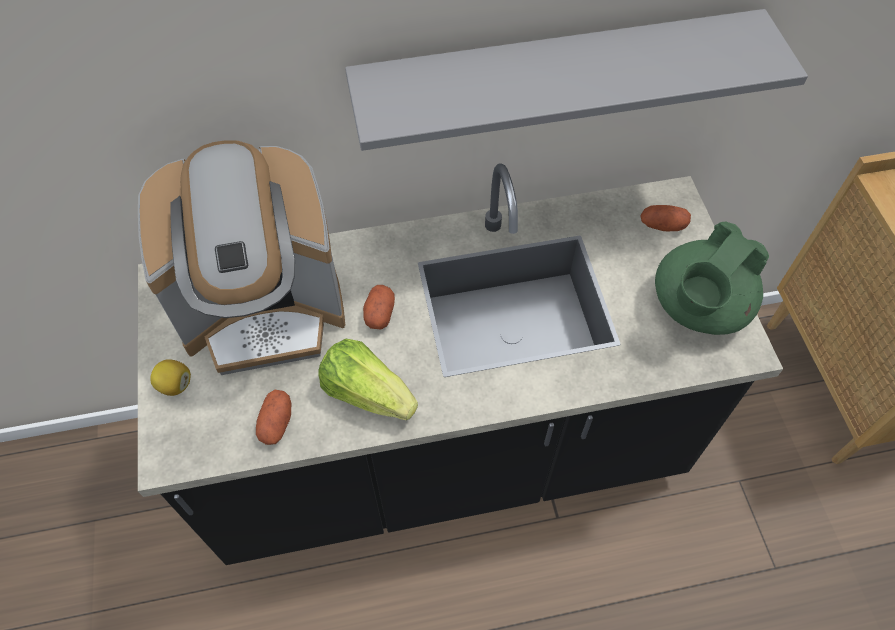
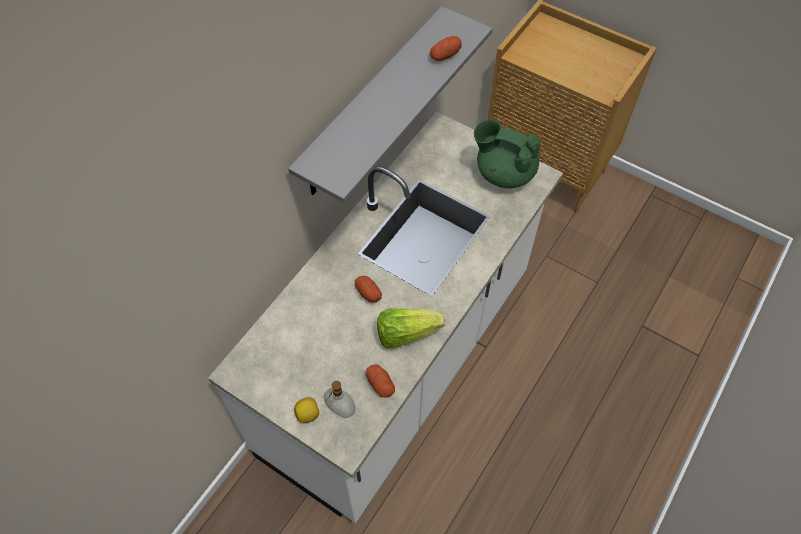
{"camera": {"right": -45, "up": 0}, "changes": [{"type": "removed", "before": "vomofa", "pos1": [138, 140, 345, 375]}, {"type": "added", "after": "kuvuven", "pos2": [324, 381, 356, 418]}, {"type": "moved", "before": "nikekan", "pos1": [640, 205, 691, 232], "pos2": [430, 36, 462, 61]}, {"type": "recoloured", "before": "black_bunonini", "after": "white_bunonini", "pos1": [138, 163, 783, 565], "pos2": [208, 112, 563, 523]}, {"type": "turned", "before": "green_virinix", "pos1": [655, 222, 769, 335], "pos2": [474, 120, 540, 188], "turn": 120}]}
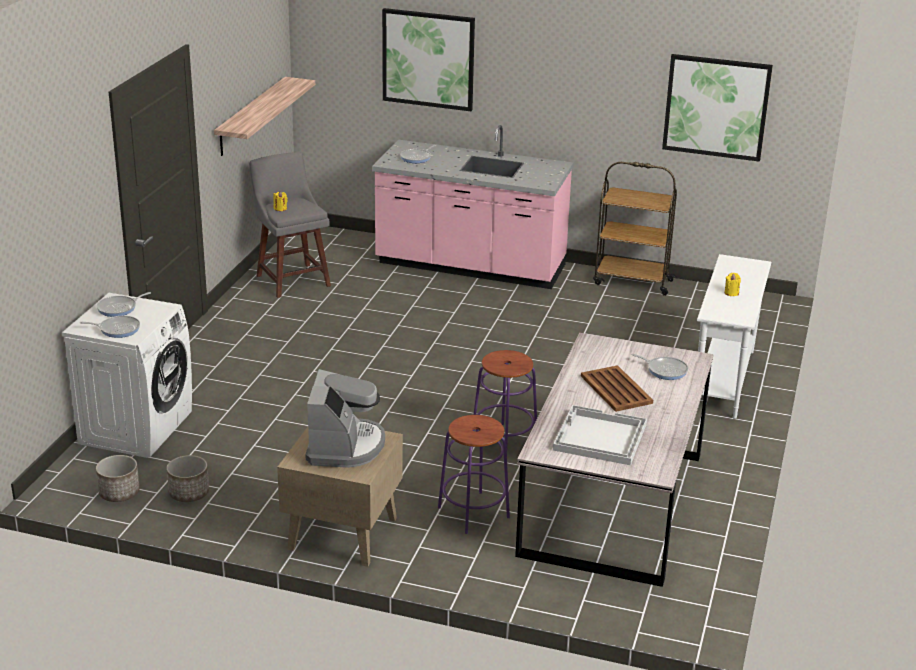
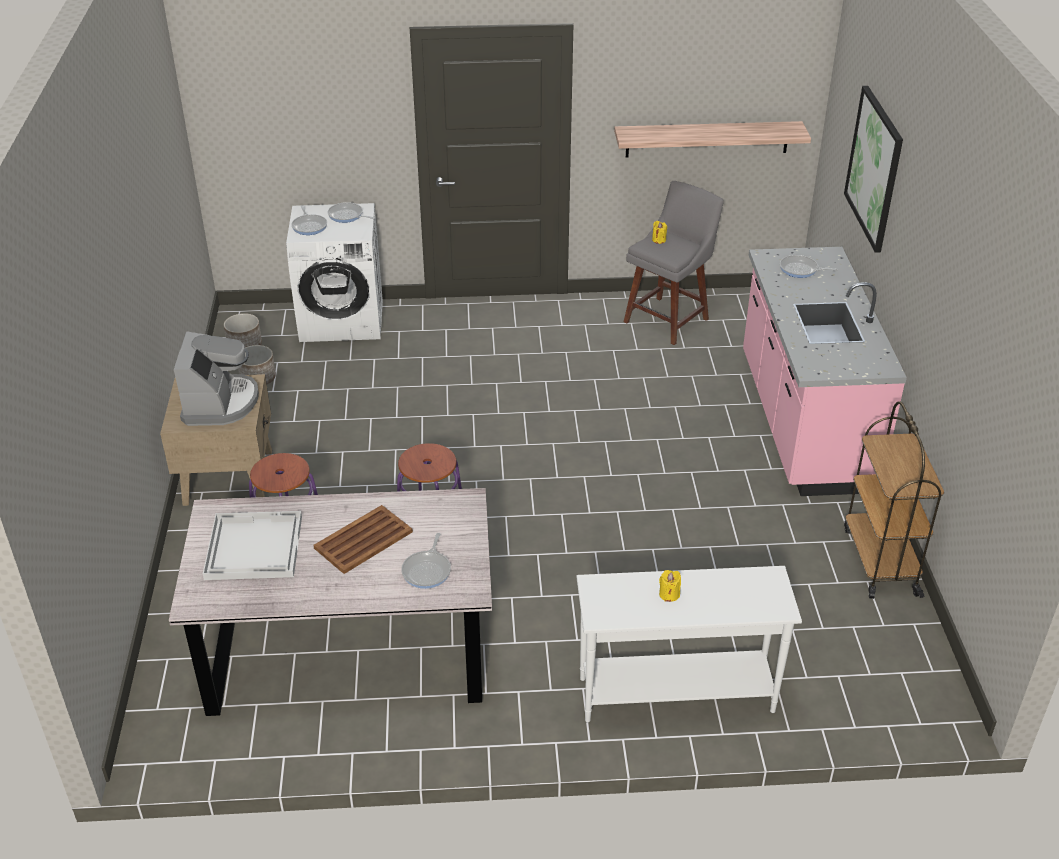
{"camera": {"right": 70, "up": 10}, "changes": [{"type": "removed", "before": "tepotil", "pos1": [662, 54, 773, 162]}, {"type": "turned", "before": "vomofa", "pos1": [305, 369, 385, 468], "pos2": [174, 331, 259, 426], "turn": -75}]}
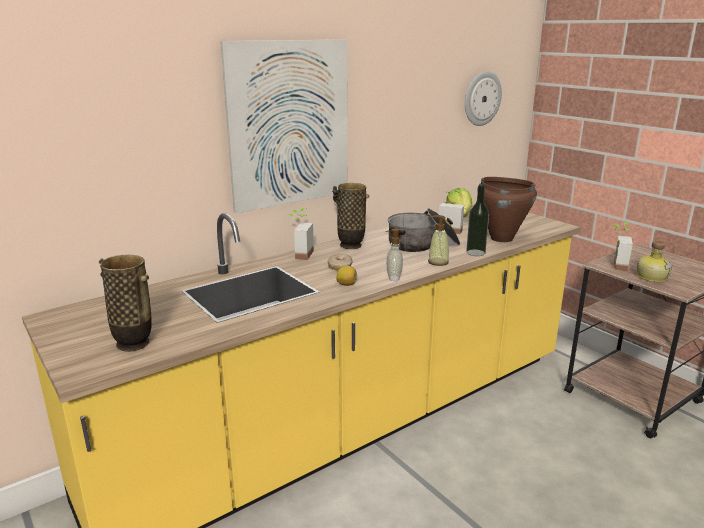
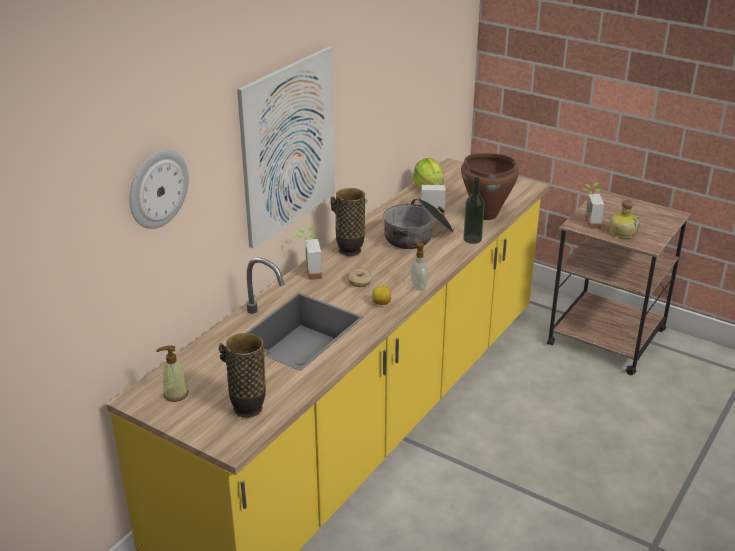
{"camera": {"right": -20, "up": 10}, "changes": [{"type": "moved", "before": "kuvuven", "pos1": [428, 215, 449, 266], "pos2": [156, 346, 189, 402]}, {"type": "moved", "before": "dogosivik", "pos1": [465, 71, 502, 126], "pos2": [129, 149, 189, 229]}]}
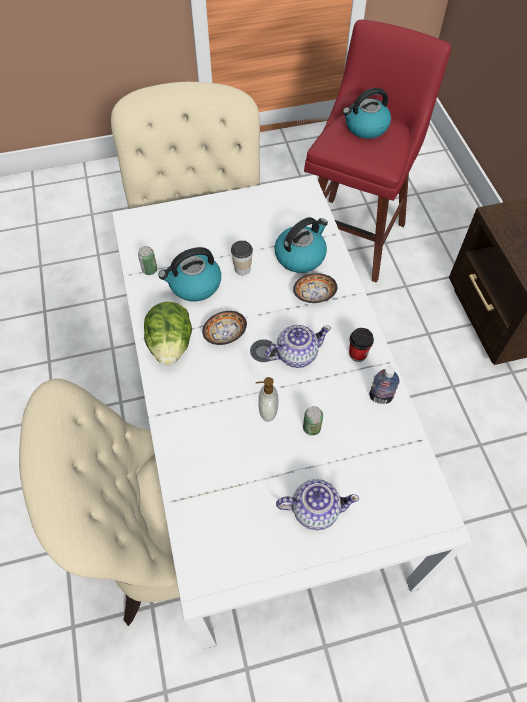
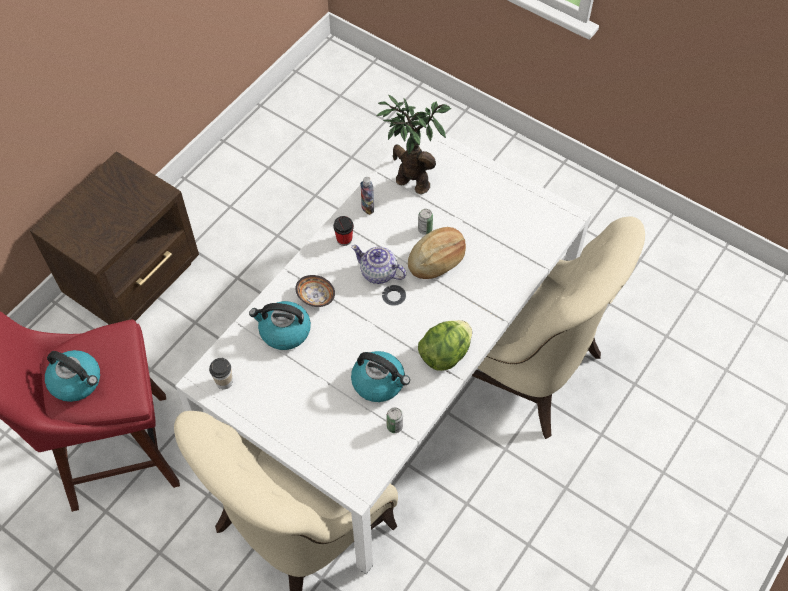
{"camera": {"right": -130, "up": 0}, "changes": [{"type": "removed", "before": "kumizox", "pos1": [202, 311, 247, 345]}, {"type": "removed", "before": "virinix", "pos1": [276, 479, 359, 530]}, {"type": "added", "after": "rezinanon", "pos2": [377, 95, 451, 194]}, {"type": "moved", "before": "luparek", "pos1": [231, 241, 253, 275], "pos2": [209, 358, 232, 389]}, {"type": "replaced", "before": "kuvuven", "after": "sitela", "pos1": [256, 377, 279, 422], "pos2": [408, 227, 466, 279]}]}
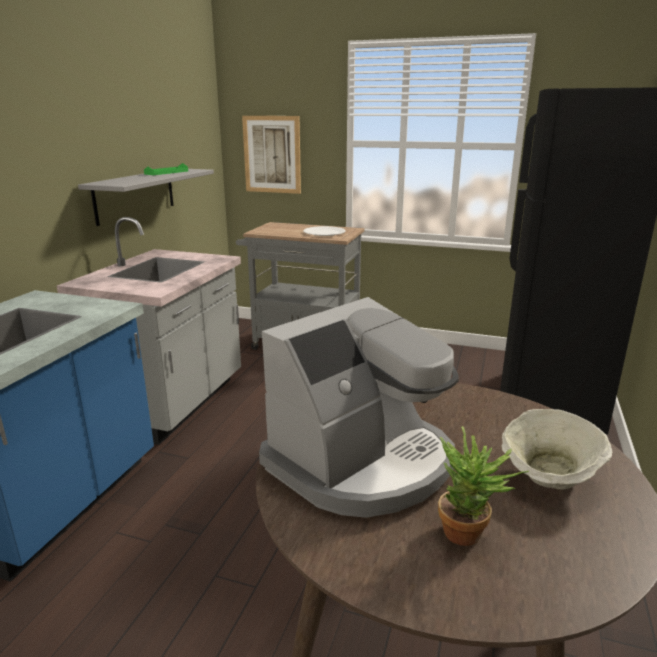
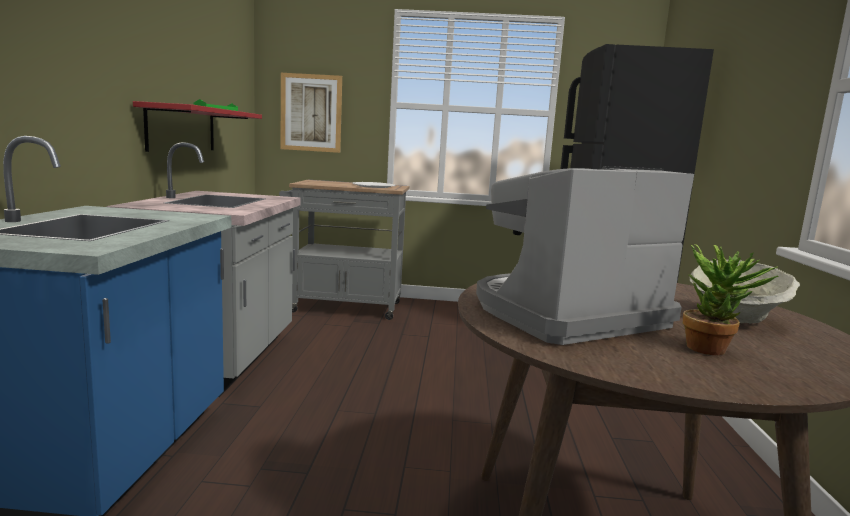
{"camera": {"right": -15, "up": -10}, "changes": [{"type": "recoloured", "before": "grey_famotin", "after": "red_famotin", "pos1": [78, 169, 214, 226], "pos2": [133, 101, 262, 152]}, {"type": "turned", "before": "vomofa", "pos1": [259, 297, 459, 518], "pos2": [476, 166, 694, 345], "turn": -150}]}
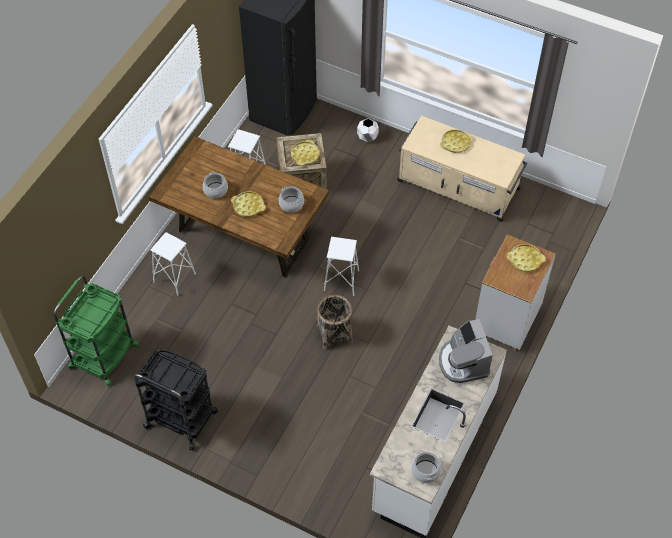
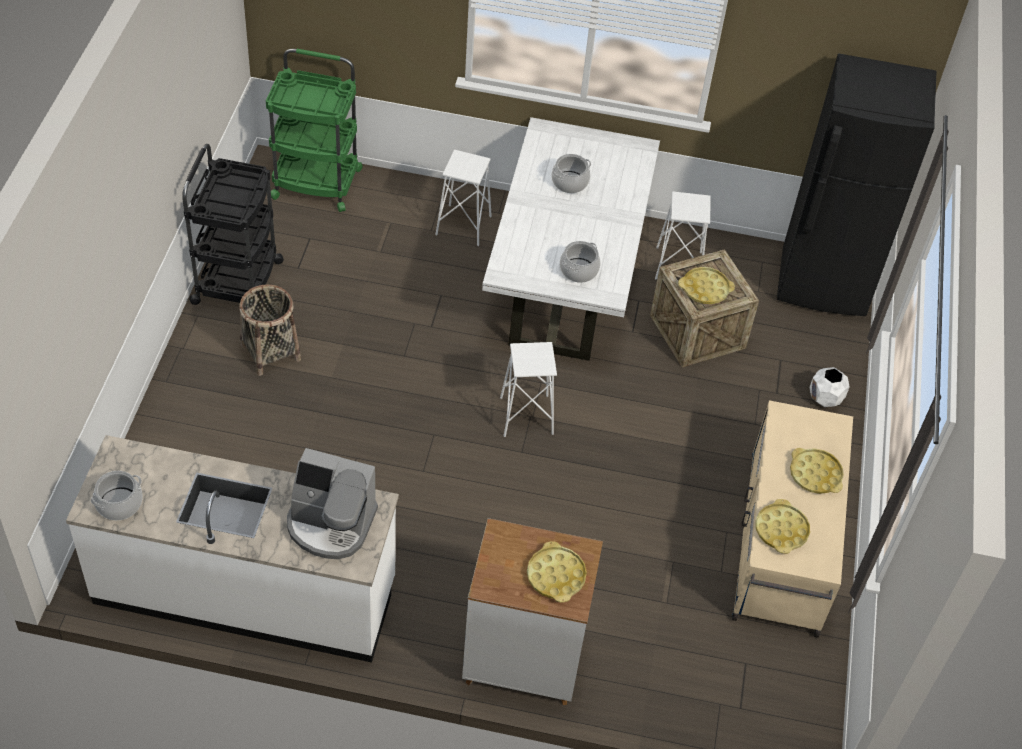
{"camera": {"right": 70, "up": -5}, "changes": [{"type": "moved", "before": "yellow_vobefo", "pos1": [231, 191, 266, 217], "pos2": [756, 499, 810, 554]}, {"type": "moved", "before": "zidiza", "pos1": [317, 295, 353, 349], "pos2": [240, 284, 301, 376]}, {"type": "recoloured", "before": "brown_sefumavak", "after": "white_sefumavak", "pos1": [149, 136, 329, 277], "pos2": [482, 117, 660, 361]}, {"type": "turned", "before": "vomofa", "pos1": [439, 319, 493, 383], "pos2": [287, 448, 378, 559], "turn": -135}]}
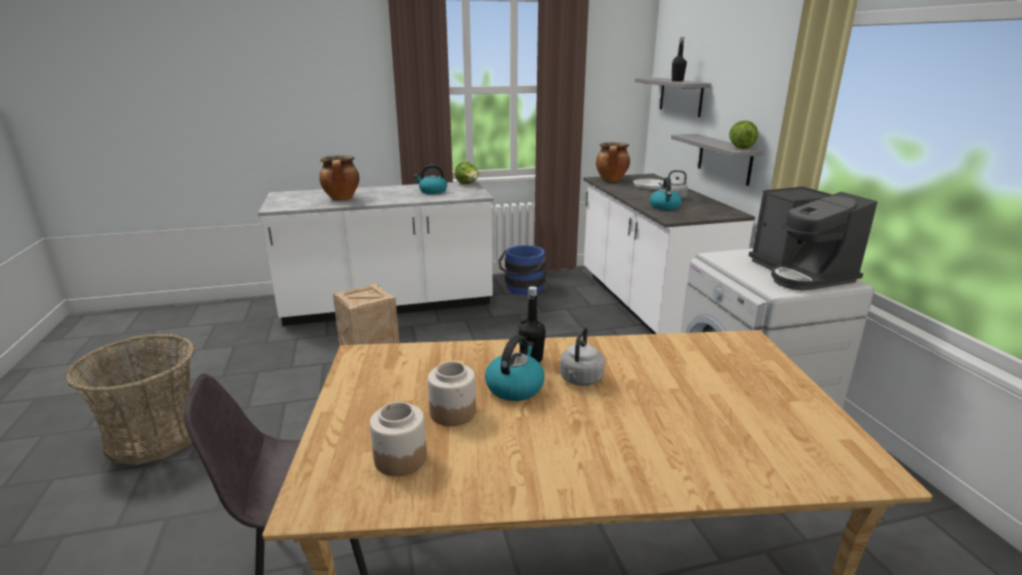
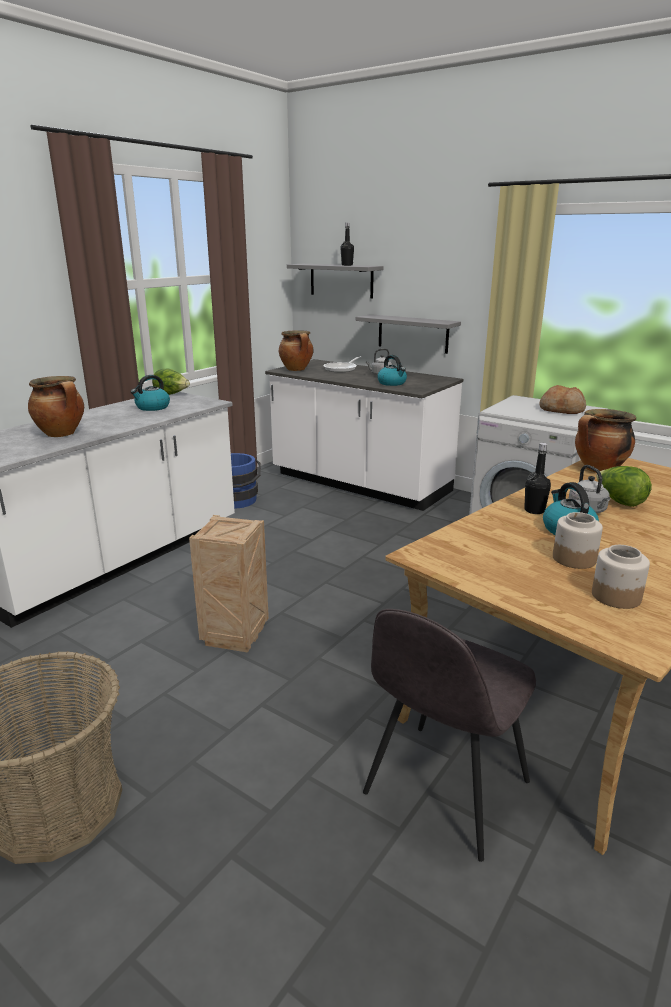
{"camera": {"right": -40, "up": 0}, "changes": [{"type": "added", "after": "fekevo", "pos2": [575, 409, 636, 473]}, {"type": "moved", "before": "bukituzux", "pos1": [729, 121, 758, 149], "pos2": [596, 466, 652, 507]}, {"type": "replaced", "before": "vomofa", "after": "sitela", "pos1": [749, 186, 877, 290], "pos2": [539, 385, 586, 414]}]}
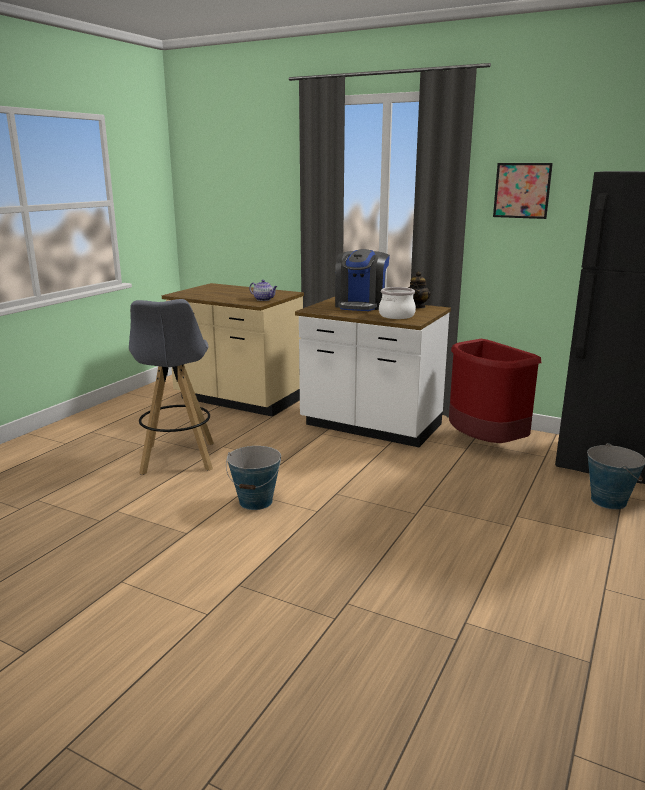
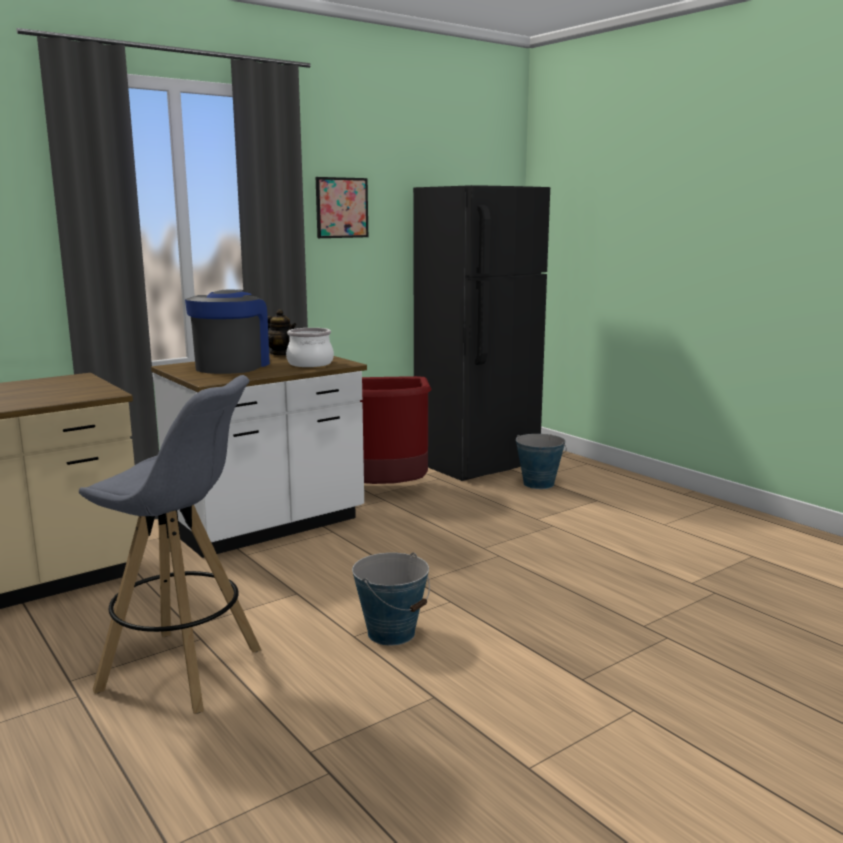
{"camera": {"right": -65, "up": -5}, "changes": [{"type": "removed", "before": "virinix", "pos1": [249, 280, 278, 301]}, {"type": "turned", "before": "vomofa", "pos1": [335, 249, 390, 311], "pos2": [185, 289, 270, 374], "turn": -120}]}
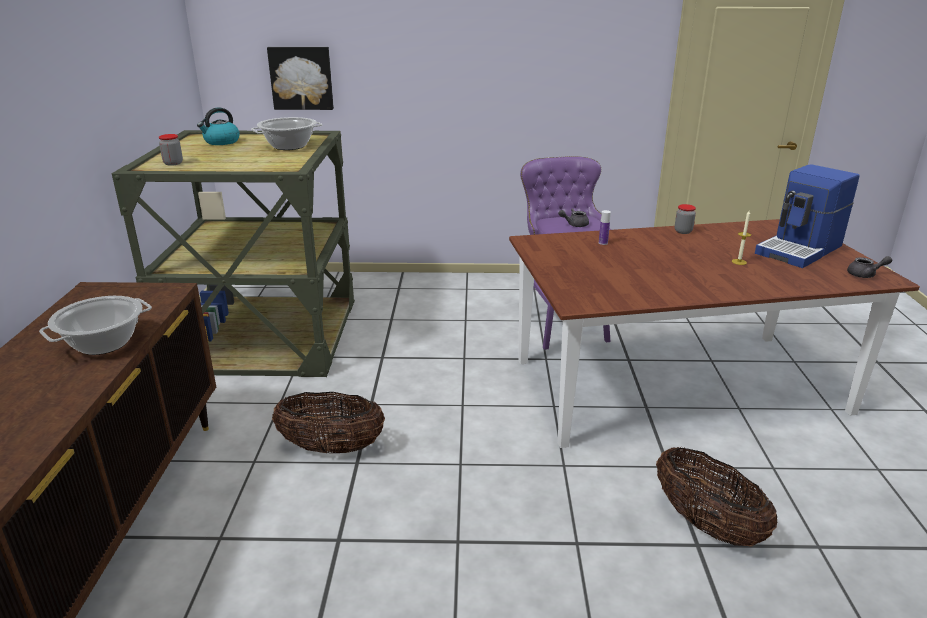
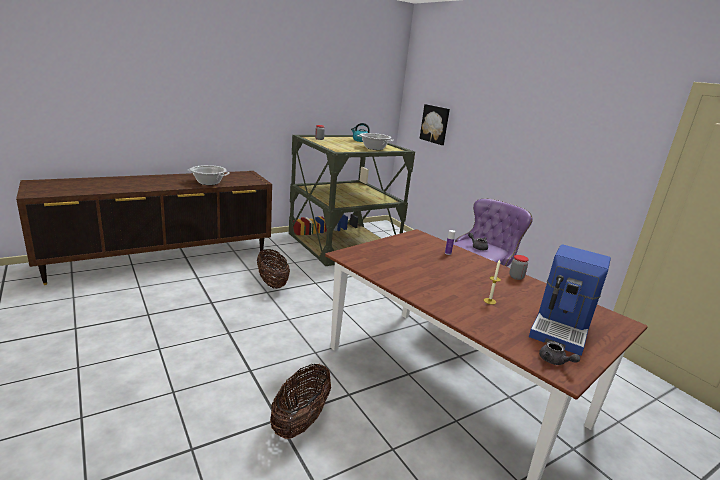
{"camera": {"right": 55, "up": -5}, "changes": [{"type": "turned", "before": "vomofa", "pos1": [755, 164, 860, 268], "pos2": [529, 244, 611, 356], "turn": -75}]}
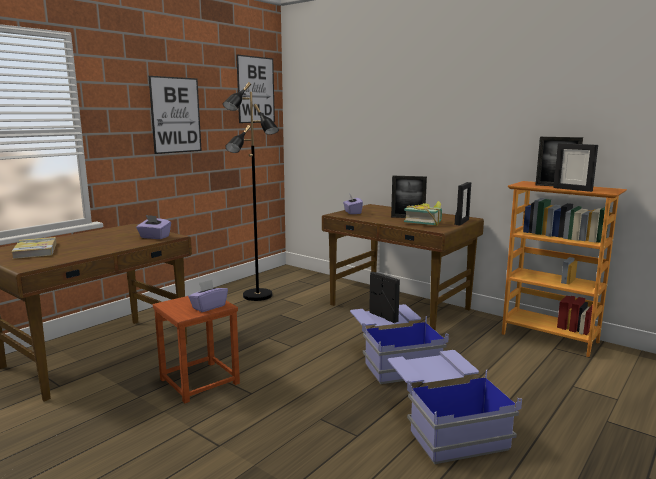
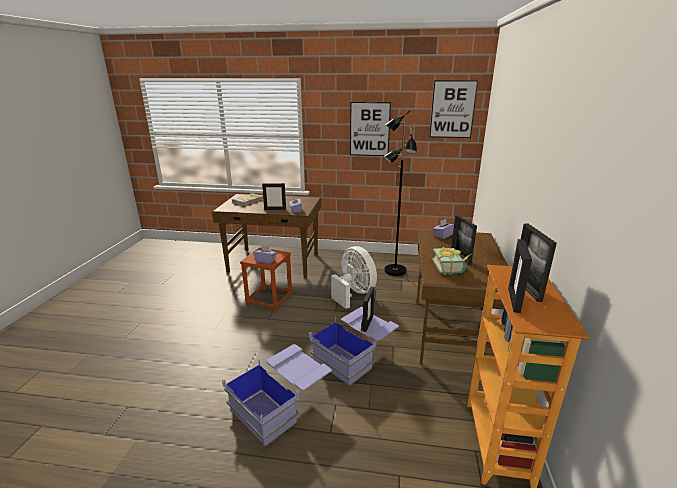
{"camera": {"right": 60, "up": 10}, "changes": [{"type": "added", "after": "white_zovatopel", "pos2": [331, 246, 377, 309]}, {"type": "moved", "before": "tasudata", "pos1": [455, 182, 471, 226], "pos2": [262, 183, 286, 210]}]}
